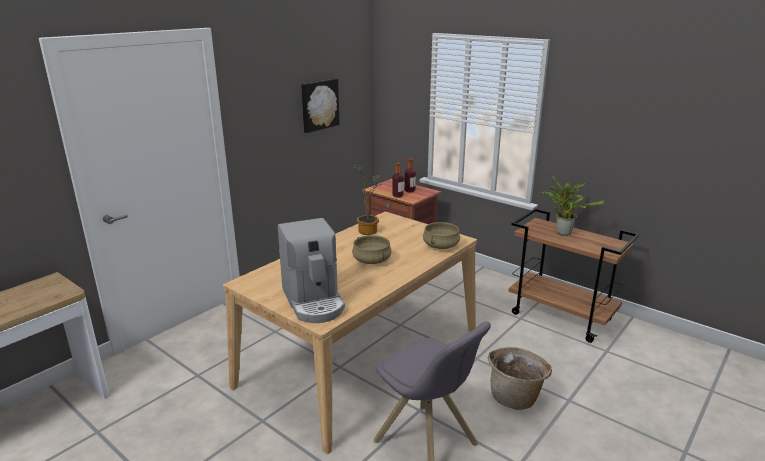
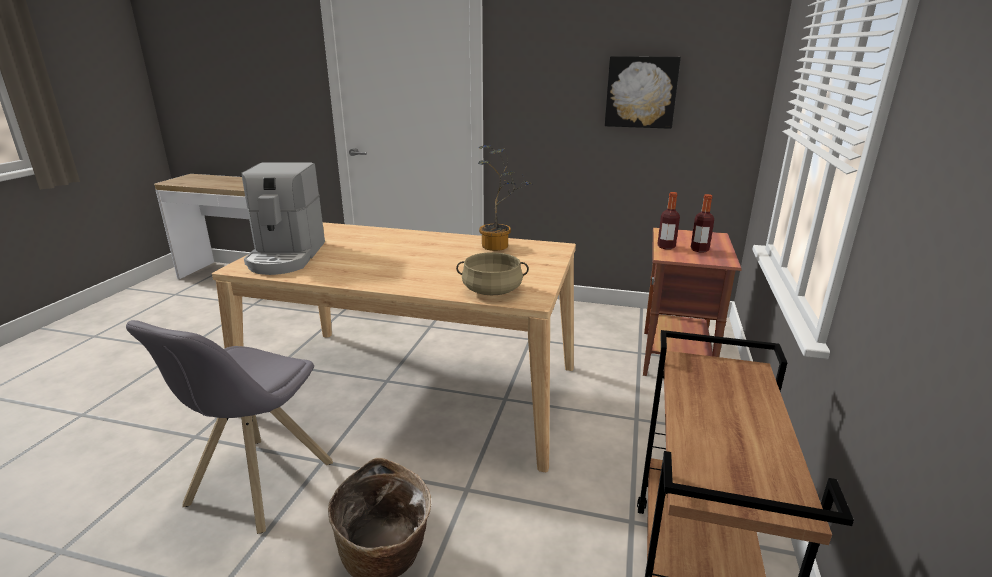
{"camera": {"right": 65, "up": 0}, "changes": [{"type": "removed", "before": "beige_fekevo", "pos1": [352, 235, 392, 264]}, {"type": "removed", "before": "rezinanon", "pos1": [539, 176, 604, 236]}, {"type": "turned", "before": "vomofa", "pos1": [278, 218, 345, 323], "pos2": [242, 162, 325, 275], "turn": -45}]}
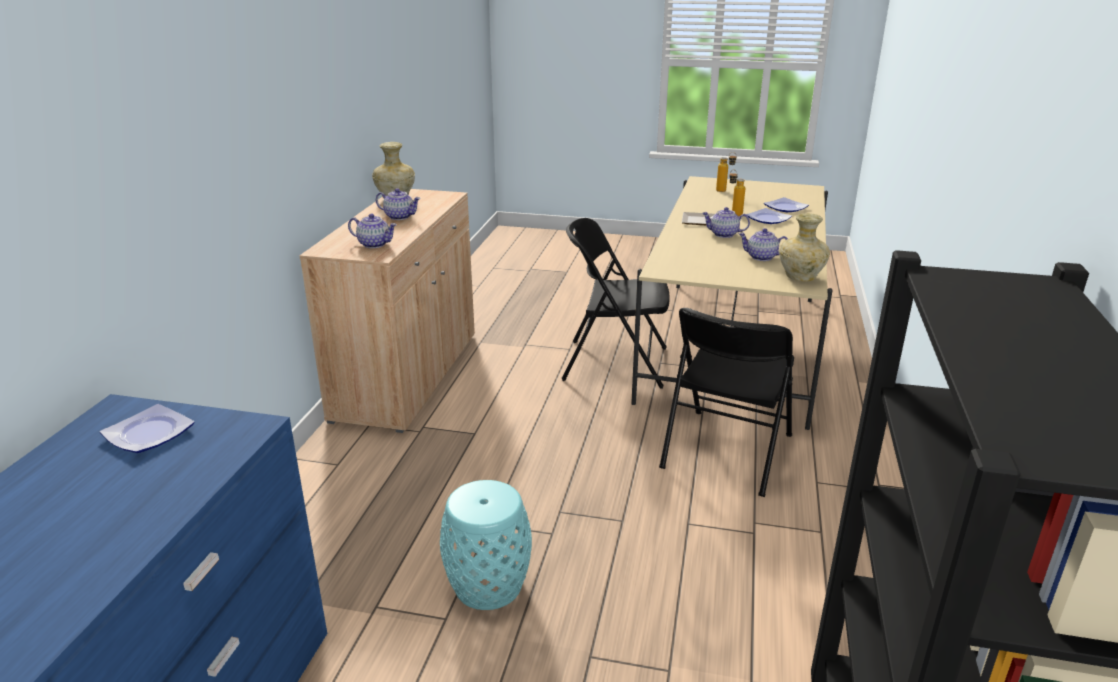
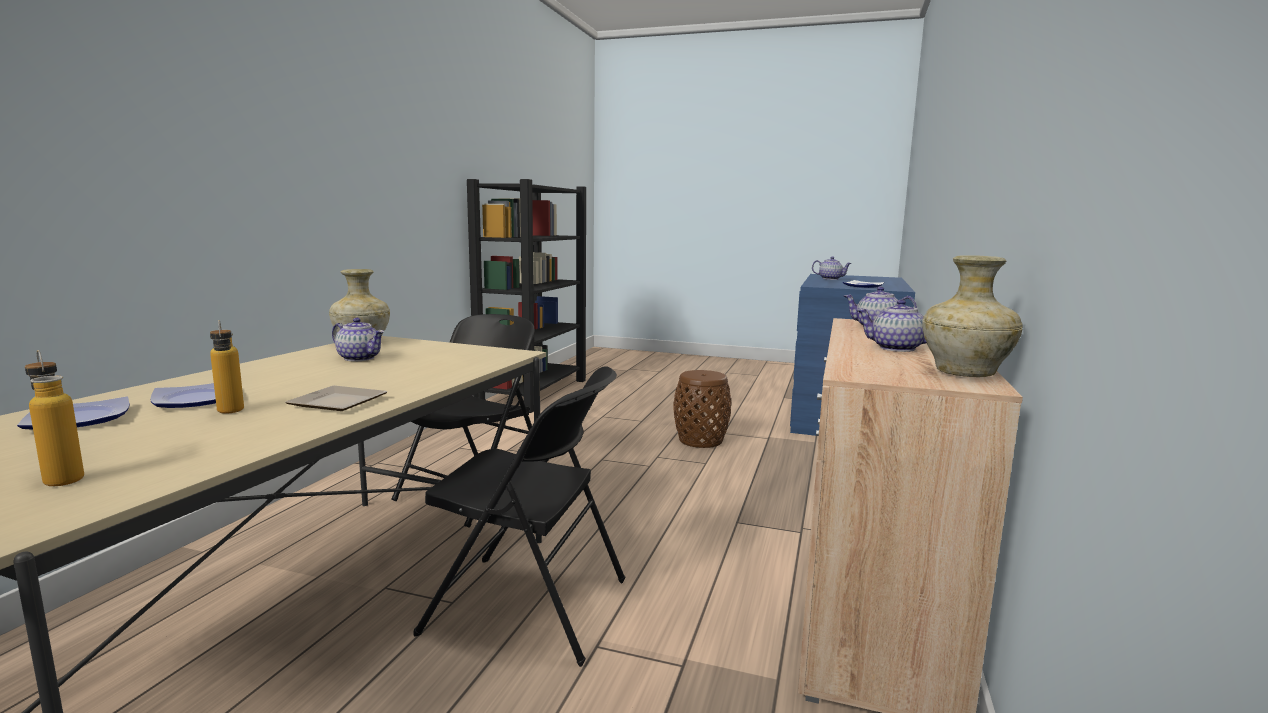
{"camera": {"right": -175, "up": -15}, "changes": [{"type": "moved", "before": "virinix", "pos1": [702, 207, 750, 238], "pos2": [812, 256, 852, 280]}, {"type": "recoloured", "before": "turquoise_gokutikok", "after": "brown_gokutikok", "pos1": [440, 480, 532, 610], "pos2": [673, 370, 731, 448]}]}
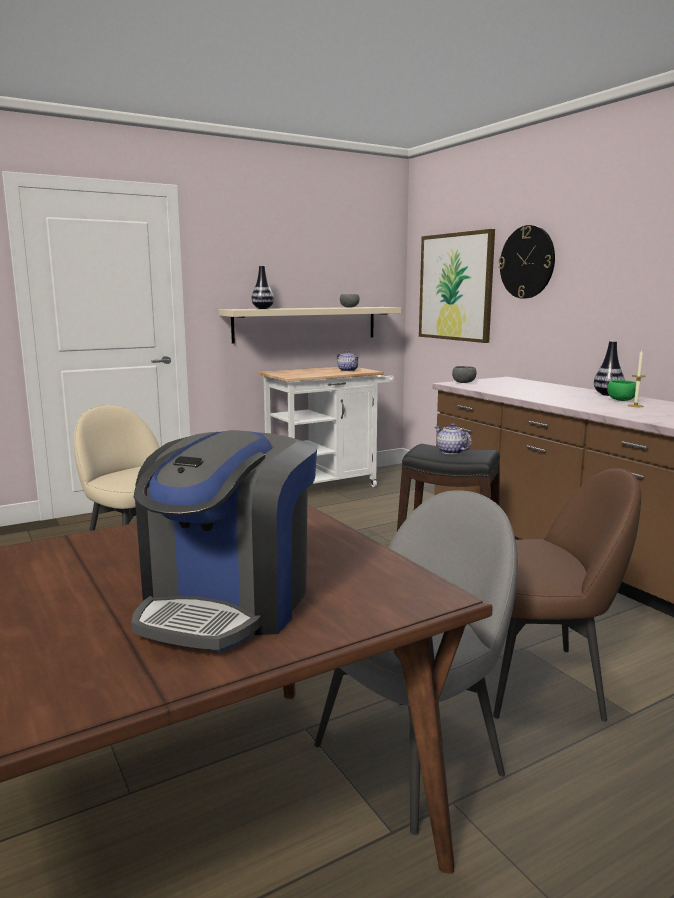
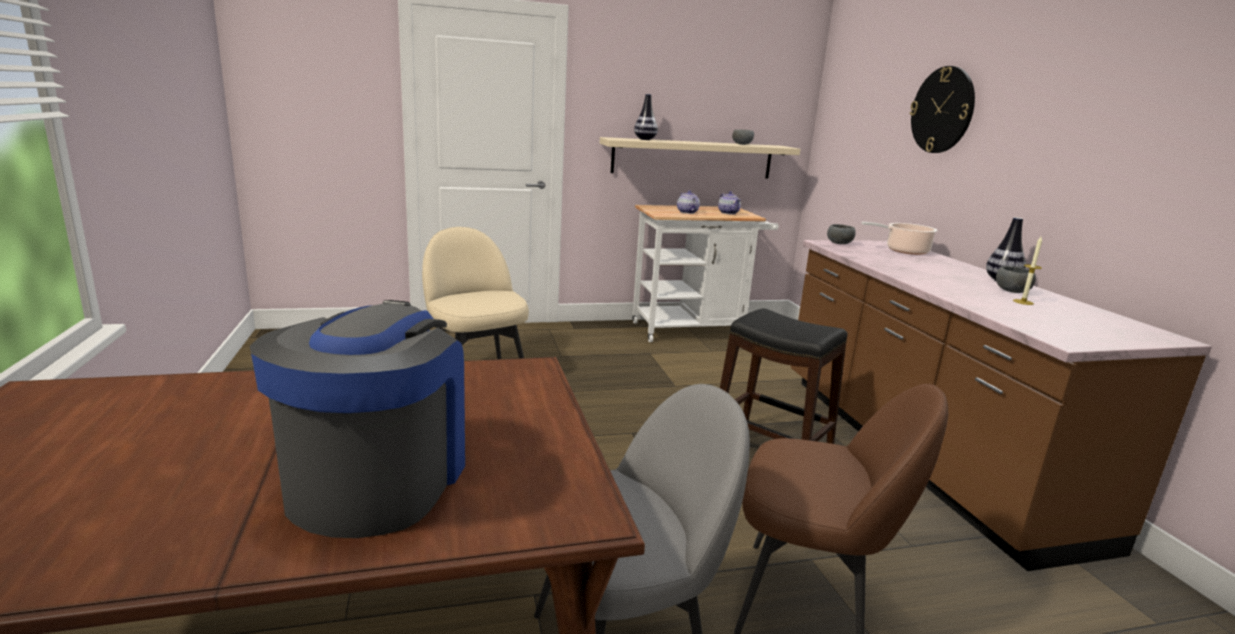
{"camera": {"right": 15, "up": 5}, "changes": [{"type": "removed", "before": "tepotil", "pos1": [419, 229, 495, 343]}, {"type": "added", "after": "fekevo", "pos2": [862, 222, 938, 255]}, {"type": "moved", "before": "virinix", "pos1": [435, 423, 472, 455], "pos2": [677, 190, 700, 214]}, {"type": "recoloured", "before": "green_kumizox", "after": "grey_kumizox", "pos1": [607, 380, 636, 401], "pos2": [996, 266, 1036, 293]}, {"type": "turned", "before": "vomofa", "pos1": [131, 430, 317, 651], "pos2": [250, 300, 465, 538], "turn": 150}]}
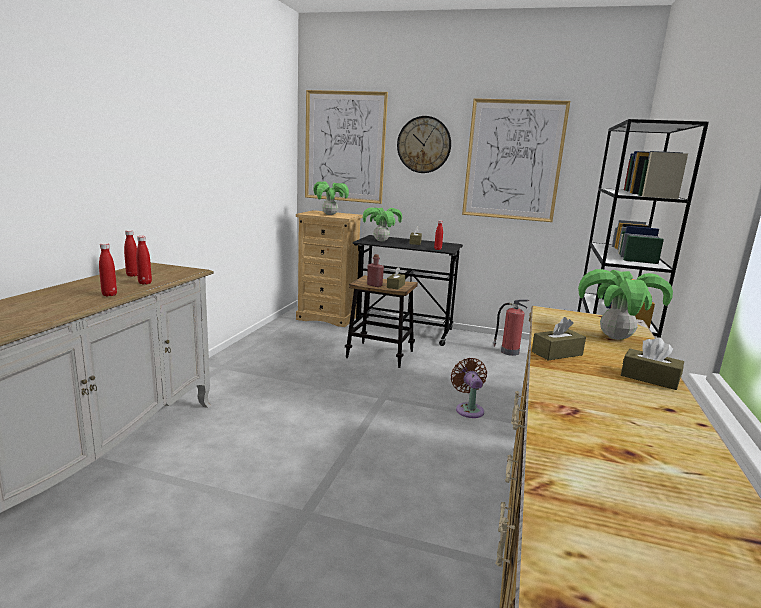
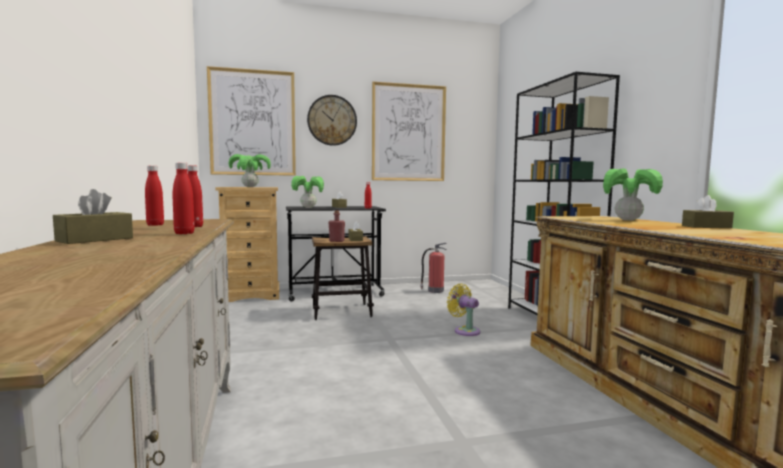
{"camera": {"right": -30, "up": -10}, "changes": [{"type": "moved", "before": "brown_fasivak", "pos1": [532, 317, 586, 360], "pos2": [53, 189, 133, 244]}, {"type": "recoloured", "before": "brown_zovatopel", "after": "yellow_zovatopel", "pos1": [451, 358, 487, 418], "pos2": [447, 284, 480, 336]}]}
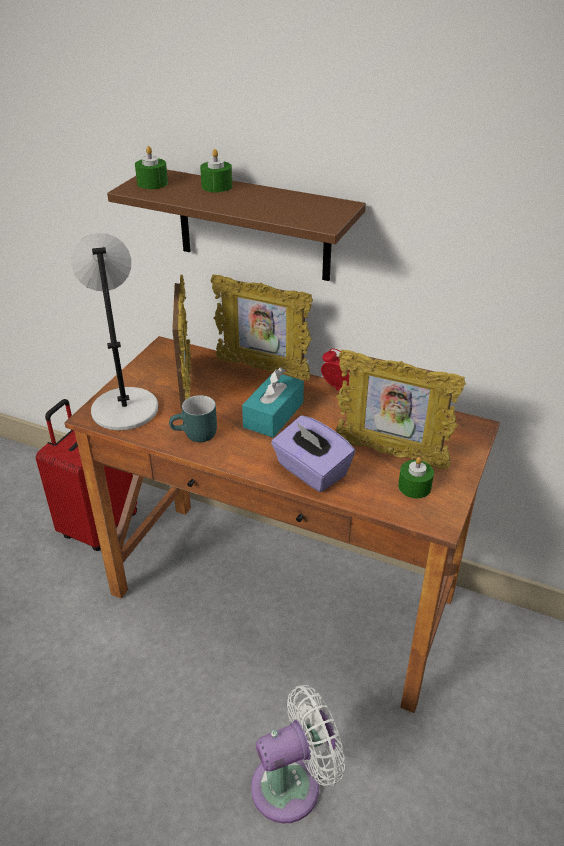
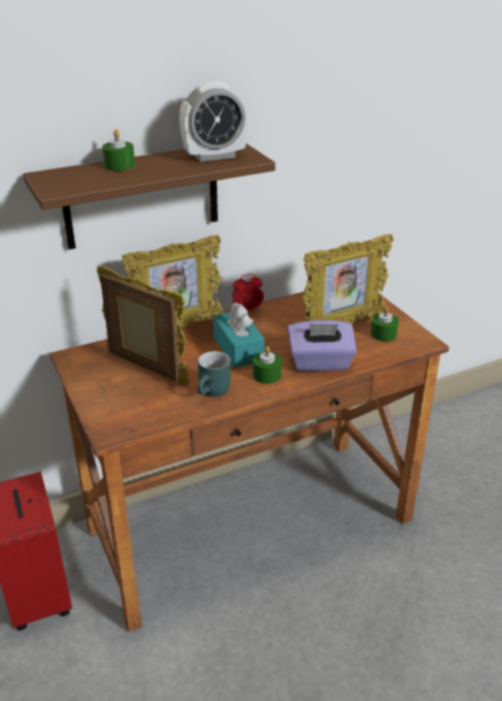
{"camera": {"right": -50, "up": -5}, "changes": [{"type": "removed", "before": "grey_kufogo", "pos1": [71, 233, 158, 430]}, {"type": "removed", "before": "white_zovatopel", "pos1": [251, 685, 345, 823]}, {"type": "added", "after": "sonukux", "pos2": [179, 81, 248, 162]}, {"type": "moved", "before": "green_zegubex", "pos1": [135, 146, 168, 189], "pos2": [253, 346, 282, 384]}]}
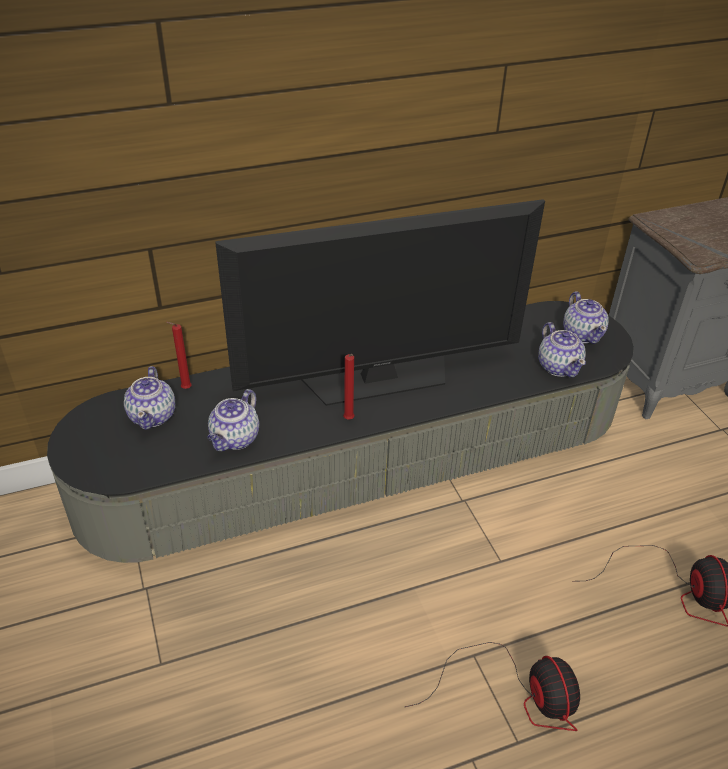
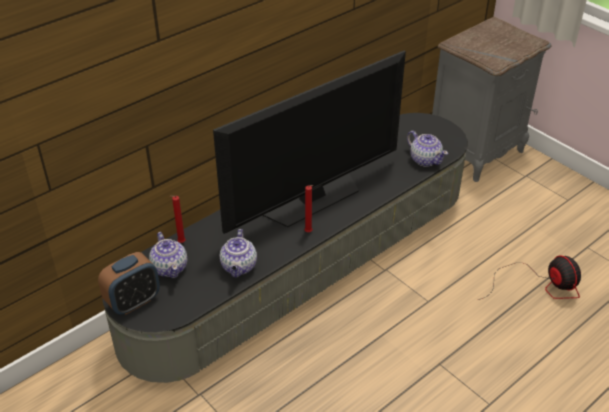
{"camera": {"right": -20, "up": 0}, "changes": [{"type": "removed", "before": "zovatopel", "pos1": [405, 642, 580, 731]}, {"type": "removed", "before": "virinix", "pos1": [563, 292, 609, 344]}, {"type": "added", "after": "sonukux", "pos2": [98, 252, 160, 315]}]}
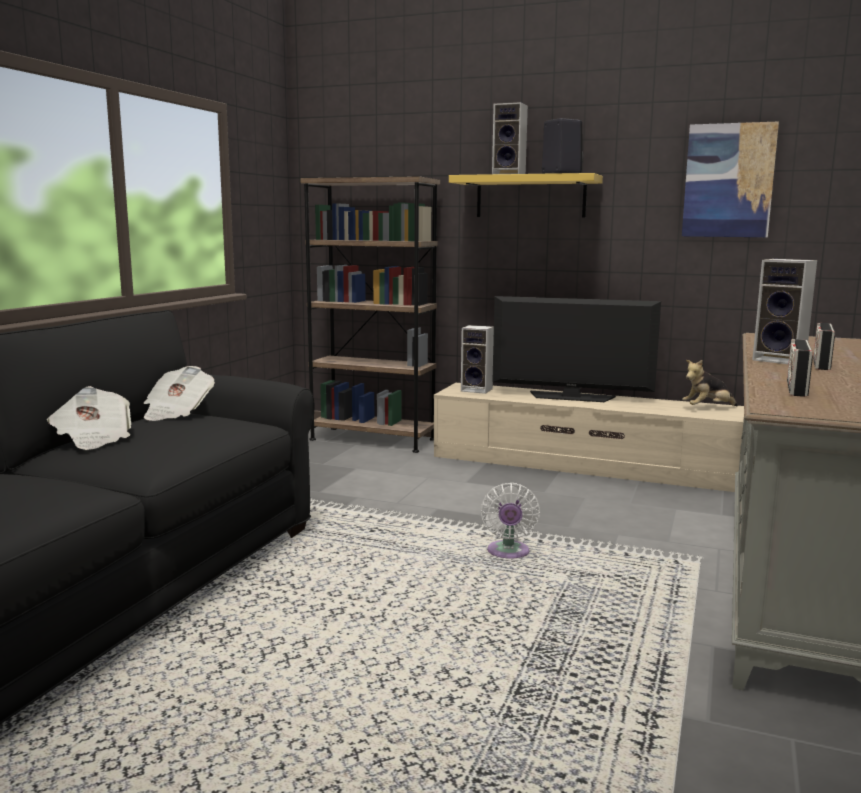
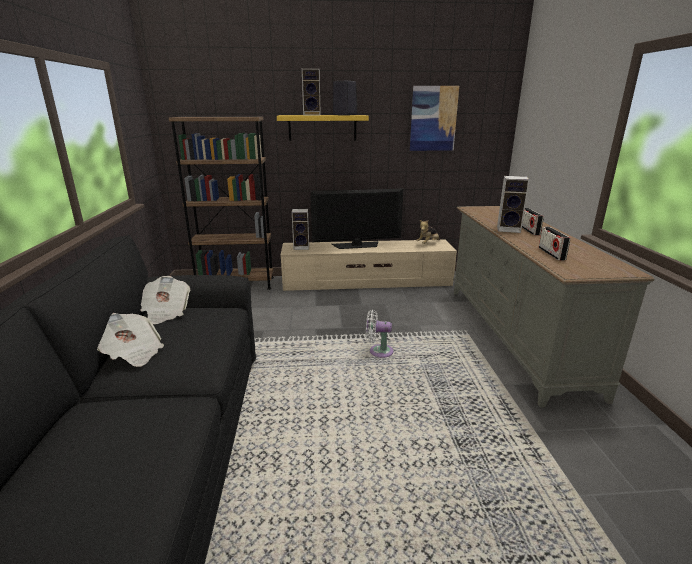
{"camera": {"right": -25, "up": 10}, "changes": [{"type": "turned", "before": "white_zovatopel", "pos1": [481, 483, 540, 559], "pos2": [366, 310, 394, 358], "turn": 120}]}
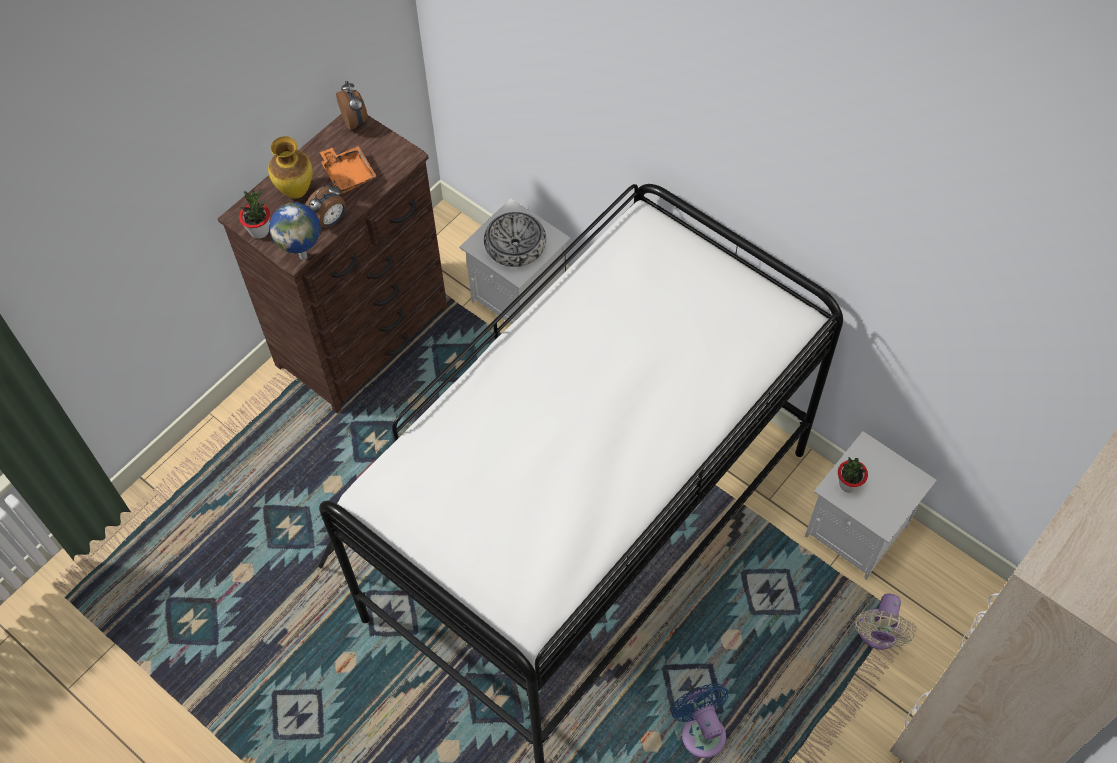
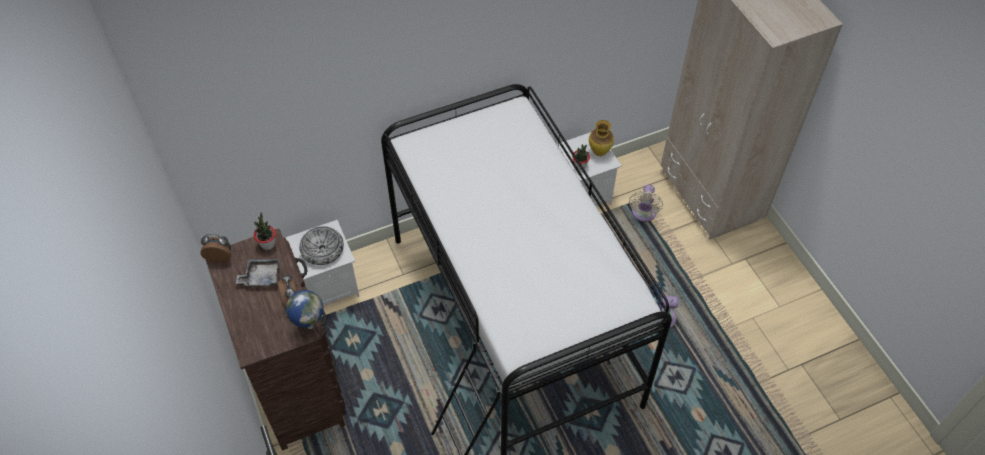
{"camera": {"right": -65, "up": -5}, "changes": [{"type": "moved", "before": "rezinanon", "pos1": [239, 189, 270, 239], "pos2": [253, 212, 276, 250]}, {"type": "moved", "before": "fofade", "pos1": [268, 136, 313, 199], "pos2": [589, 120, 614, 156]}, {"type": "recoloured", "before": "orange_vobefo", "after": "grey_vobefo", "pos1": [320, 146, 377, 193], "pos2": [236, 259, 280, 287]}, {"type": "turned", "before": "beige_zovatopel", "pos1": [855, 593, 915, 650], "pos2": [629, 185, 663, 222], "turn": 60}]}
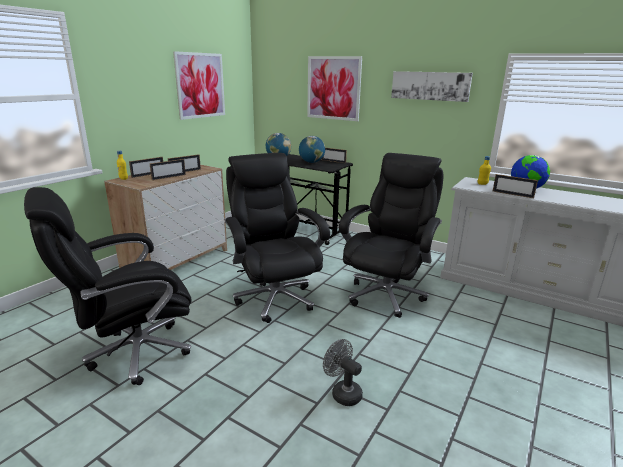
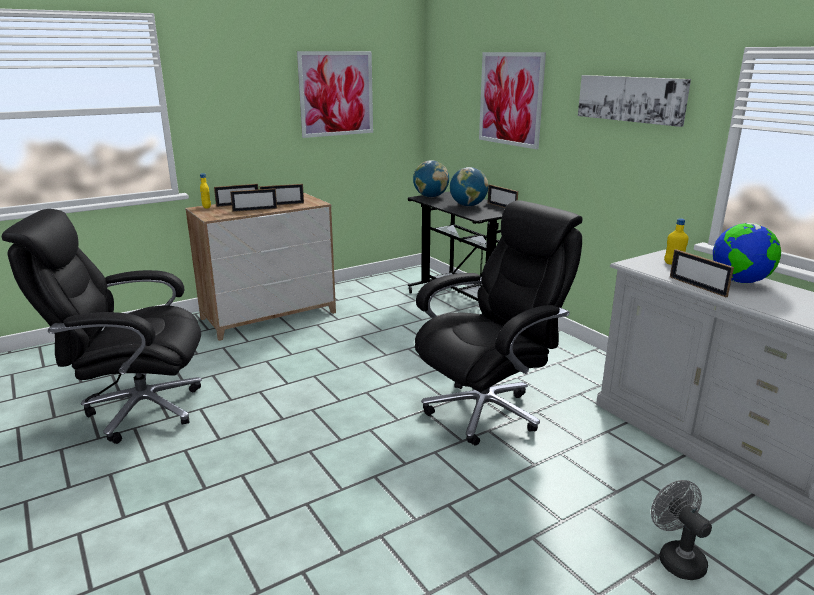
{"camera": {"right": 25, "up": 0}, "changes": [{"type": "removed", "before": "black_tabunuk", "pos1": [224, 153, 330, 323]}, {"type": "moved", "before": "grey_zovatopel", "pos1": [323, 339, 363, 406], "pos2": [651, 480, 712, 580]}]}
